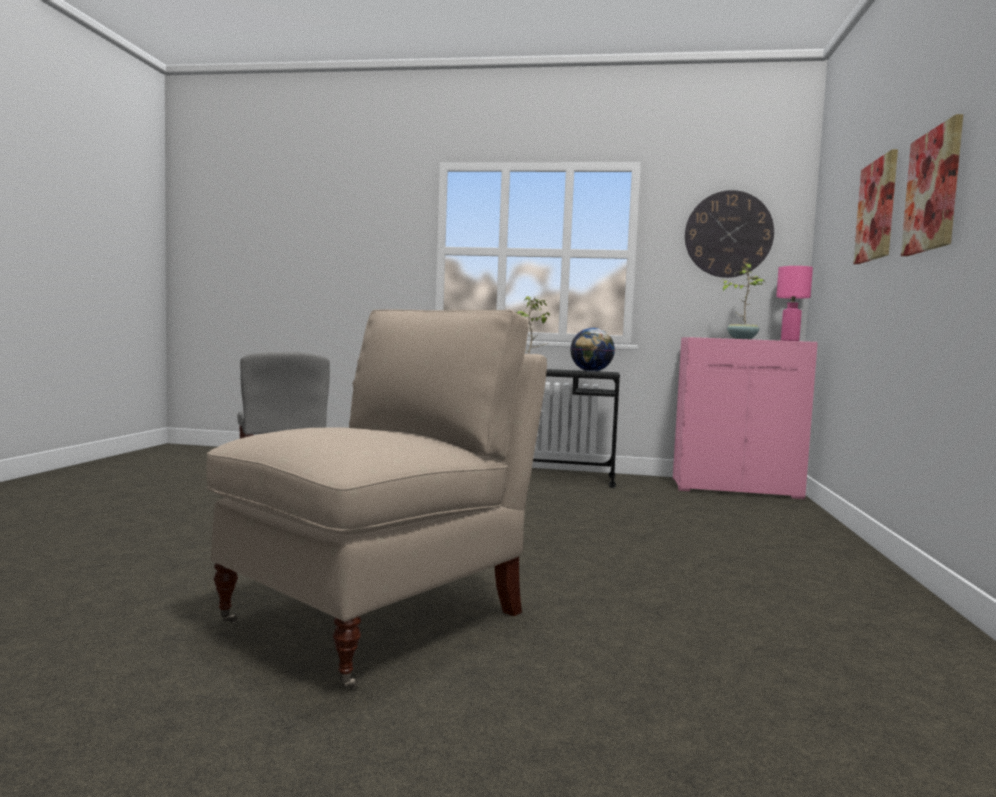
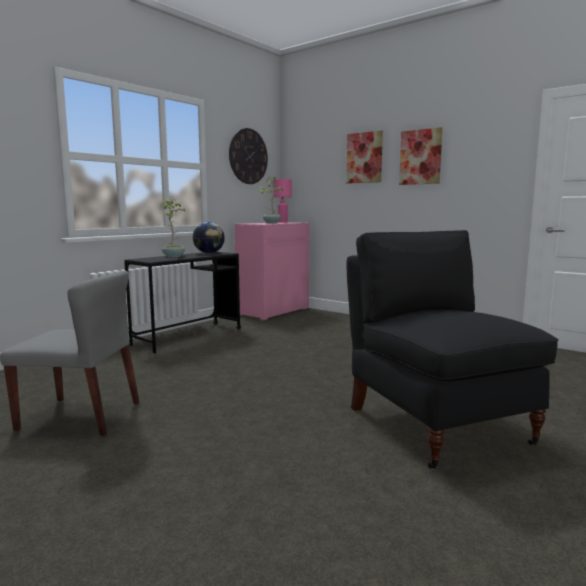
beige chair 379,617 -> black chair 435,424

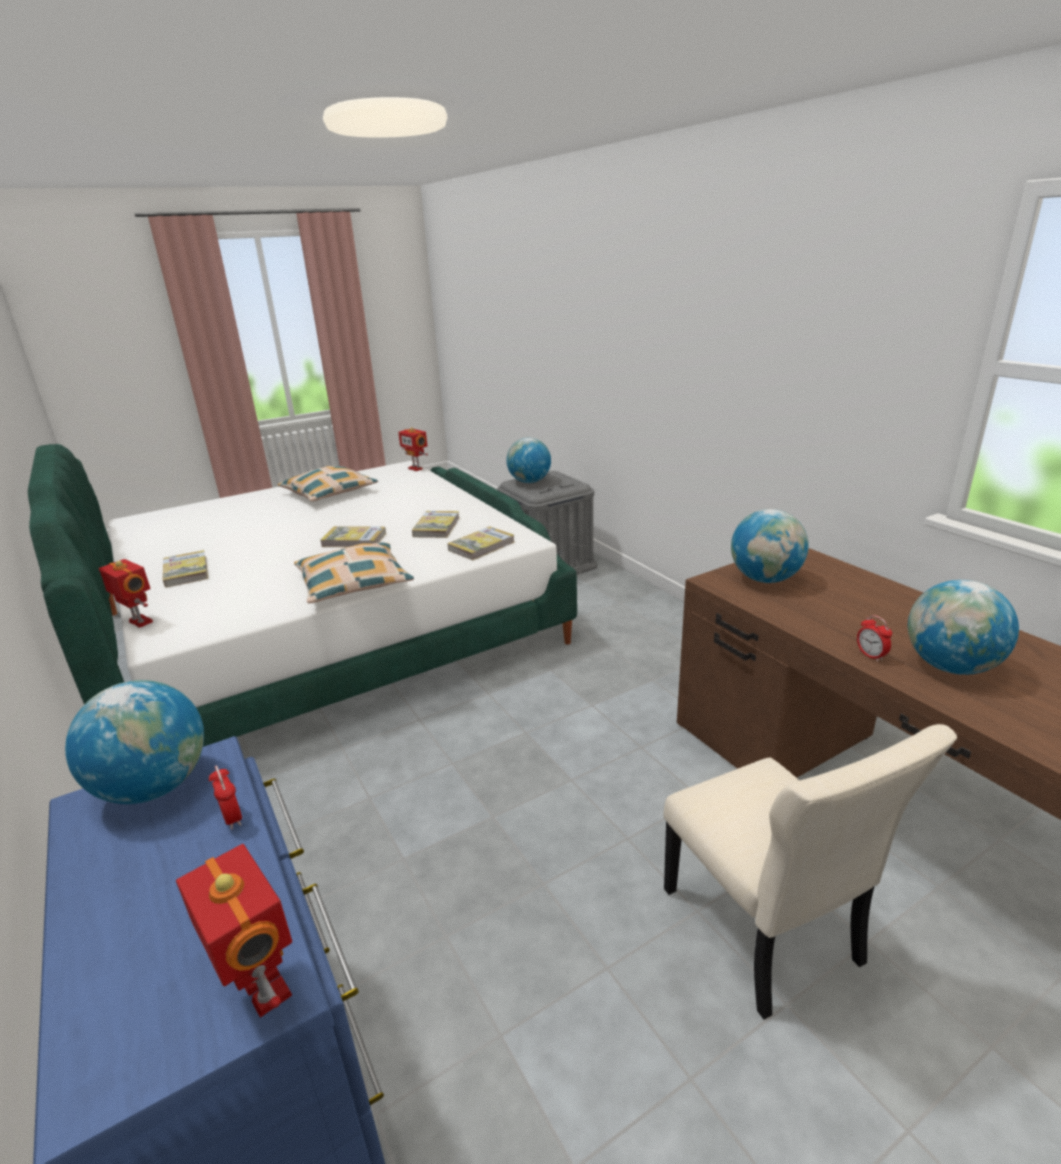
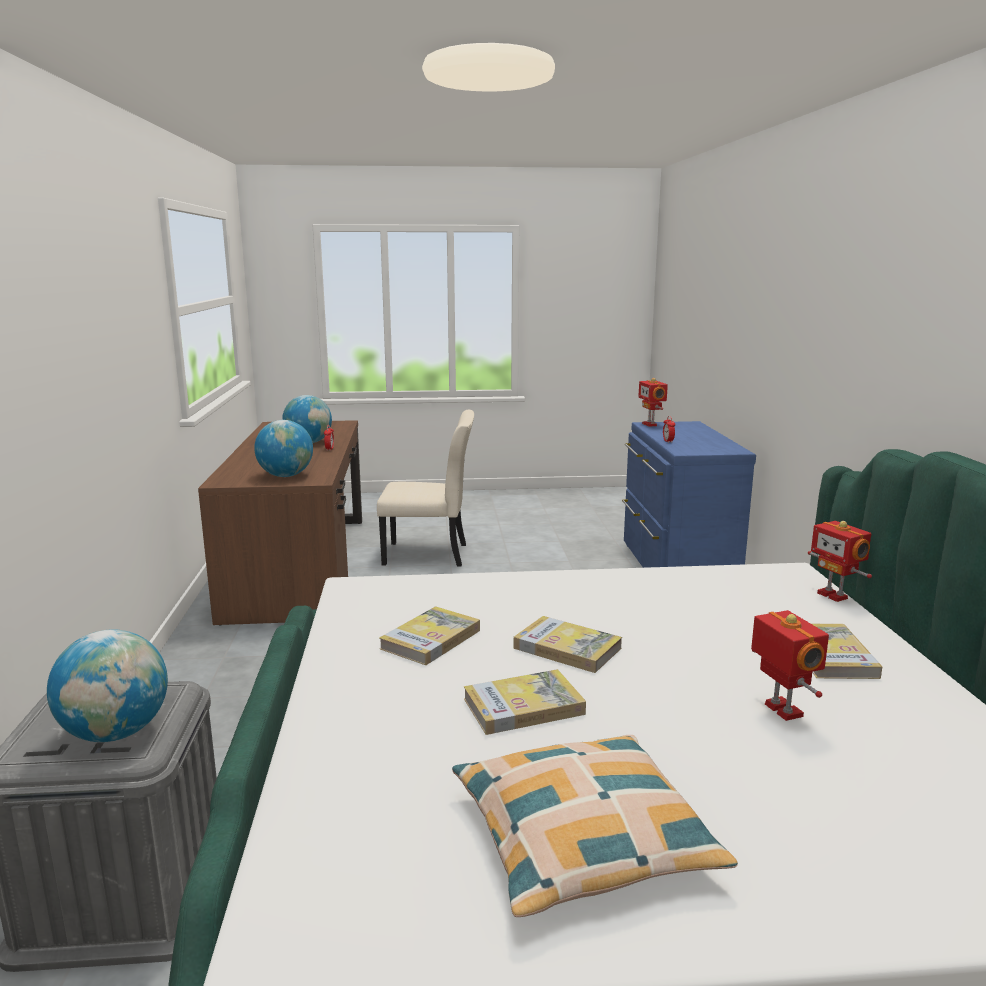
desk globe 154,787 -> none
pillow 354,583 -> none
model robot 416,468 -> model robot 781,710, relocated
bound book 481,546 -> bound book 523,706, relocated
beige chair 764,931 -> beige chair 429,555, 90 degrees clockwise

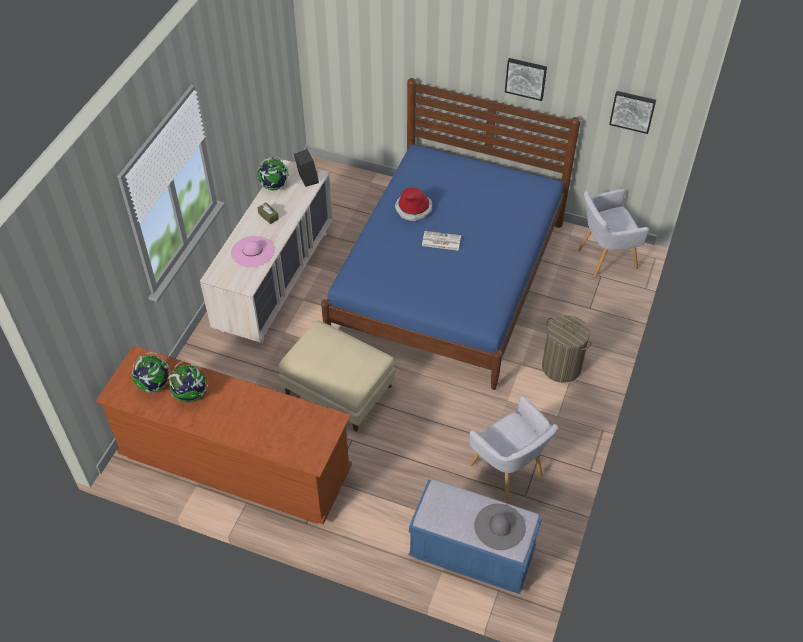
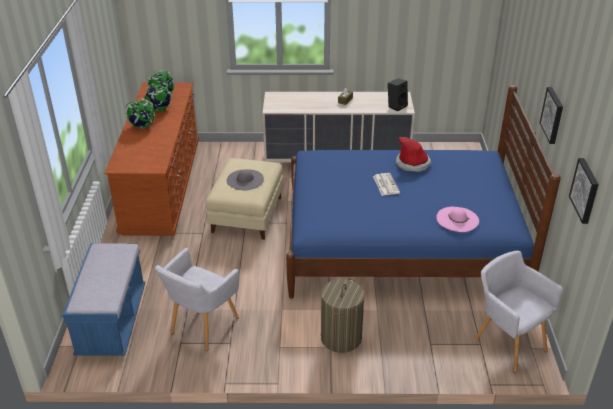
pink wearable hat 252,251 -> pink wearable hat 457,219, relocated
desk globe 274,186 -> desk globe 142,126, relocated
greyish wearable hat 499,526 -> greyish wearable hat 245,180, relocated

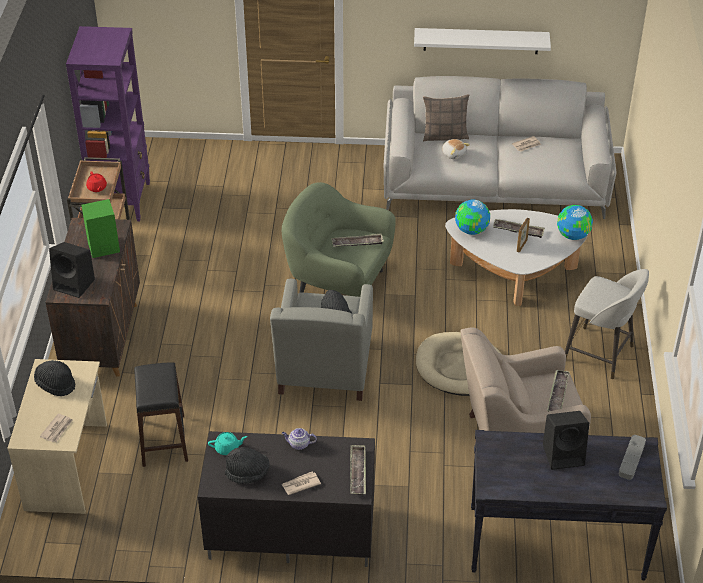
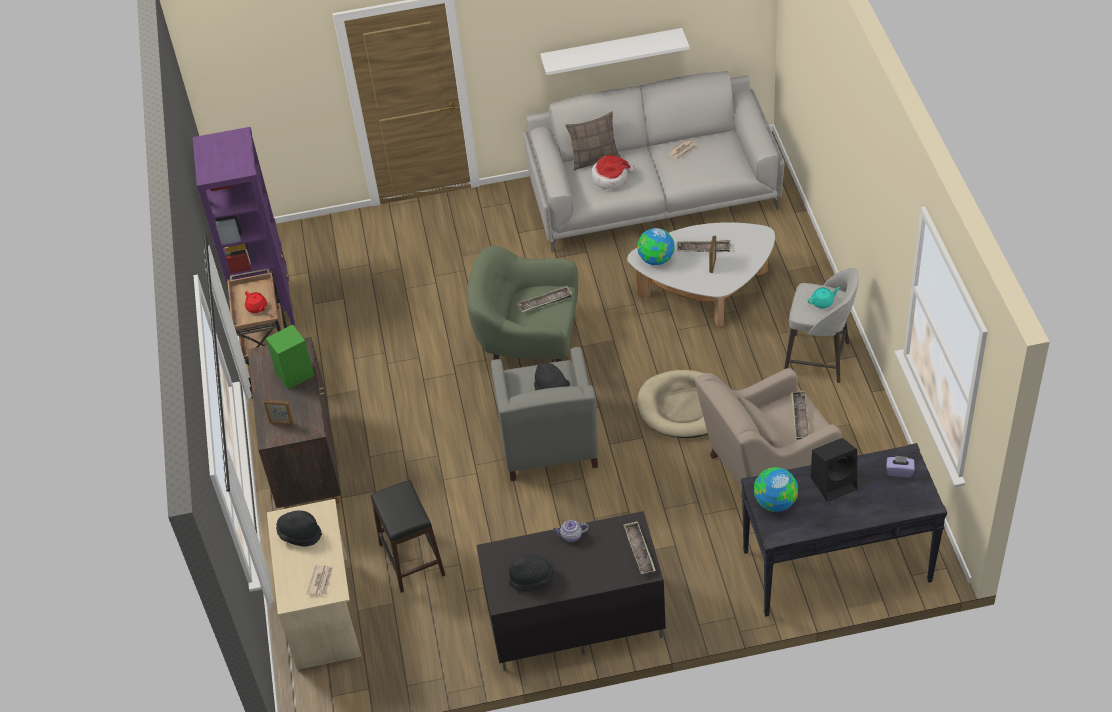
black audio speaker 75,284 -> photo frame 281,423
blue-green teapot 227,448 -> blue-green teapot 822,302, relocated
daily paper 300,484 -> none
cuddly toy 454,154 -> wearable hat 611,178
desk globe 572,235 -> desk globe 774,502, relocated
greyish tray 631,459 -> purplish tissue box 899,471

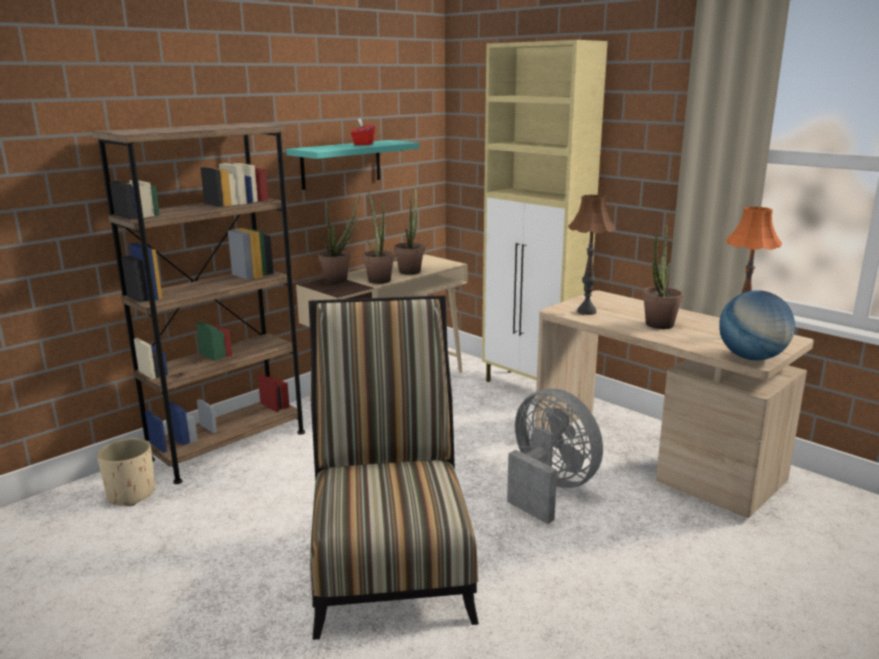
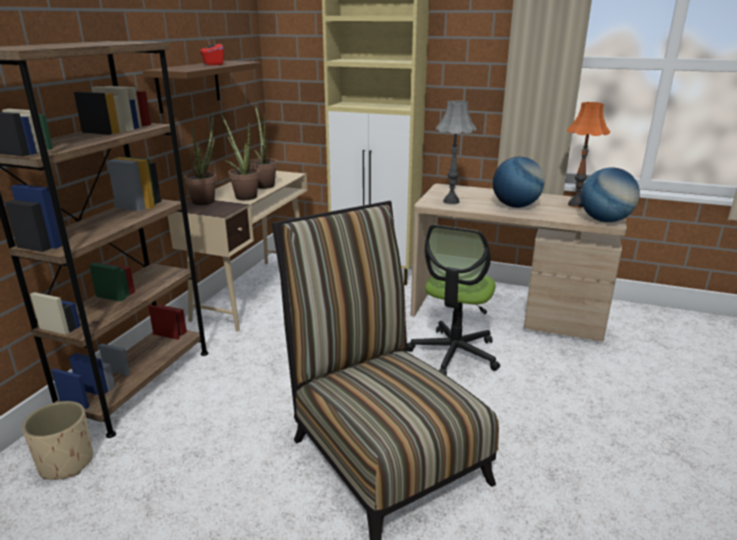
blue-green bracket shelf 341,164 -> brown bracket shelf 189,85
greyish cooling fan 549,489 -> office chair 454,353
brown lamp for a table 586,312 -> greyish lamp for a table 451,202
houseplant 657,326 -> desk globe 515,206

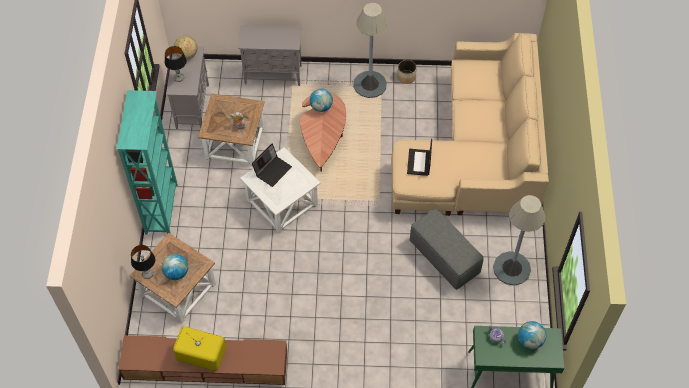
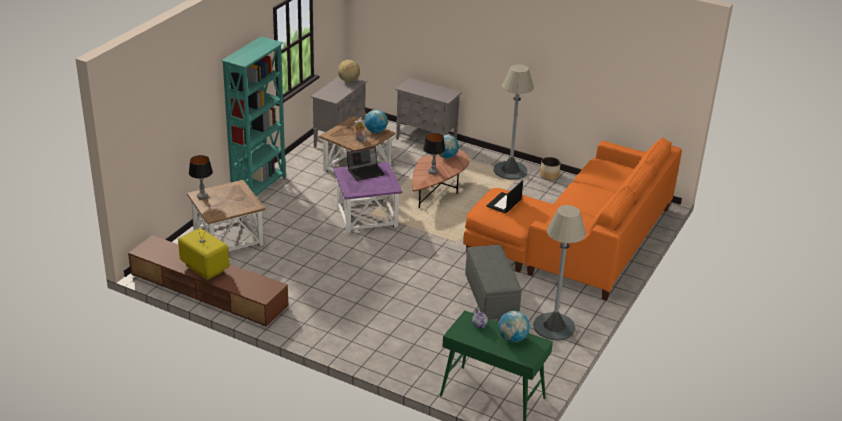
desk globe 176,273 -> desk globe 376,131, relocated
lamp for a table 179,78 -> lamp for a table 433,172, relocated
whitish accent table 282,202 -> purplish accent table 367,215
beige couch 476,153 -> orange-coloured couch 579,241

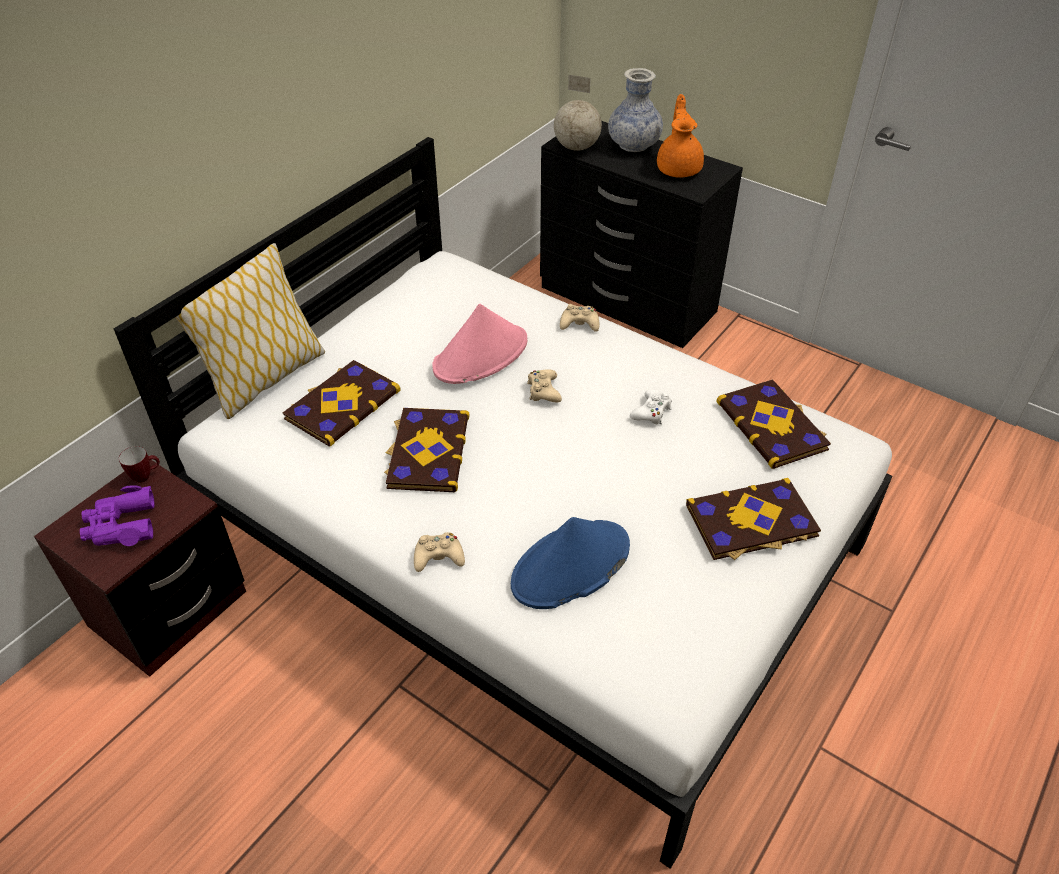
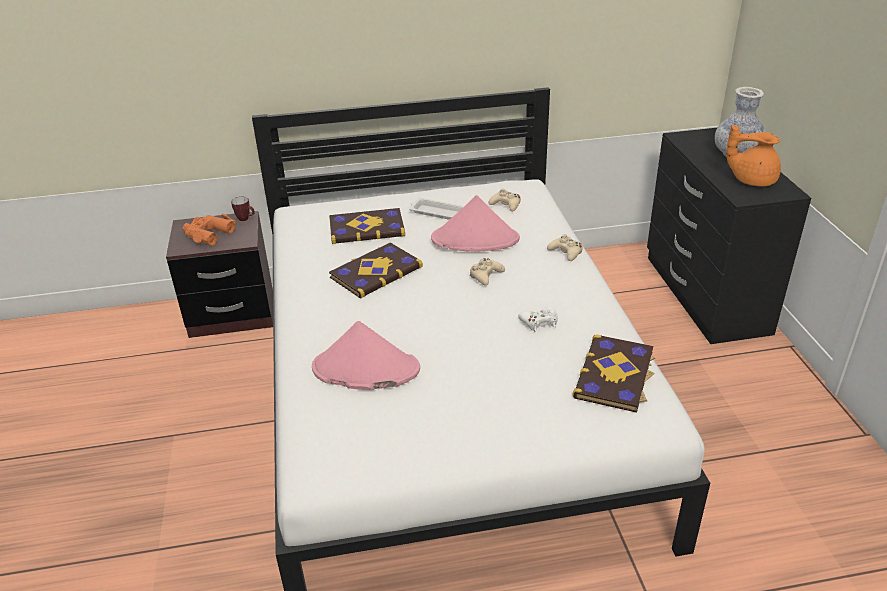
purplish binoculars 121,525 -> orange-coloured binoculars 208,234
pillow 264,378 -> none
beige gamepad 438,556 -> beige gamepad 506,205, relocated
blue wearable hat 570,565 -> pink wearable hat 365,369
desk globe 576,147 -> none
orange-coloured teapot 679,168 -> orange-coloured teapot 751,180, 120 degrees counterclockwise
bound book 751,522 -> none
none -> whitish tray 438,213

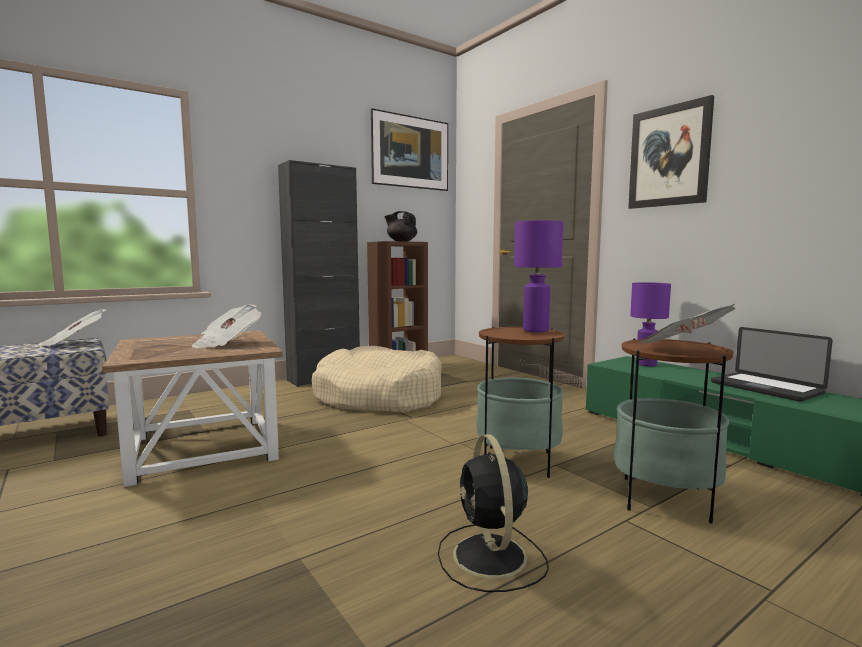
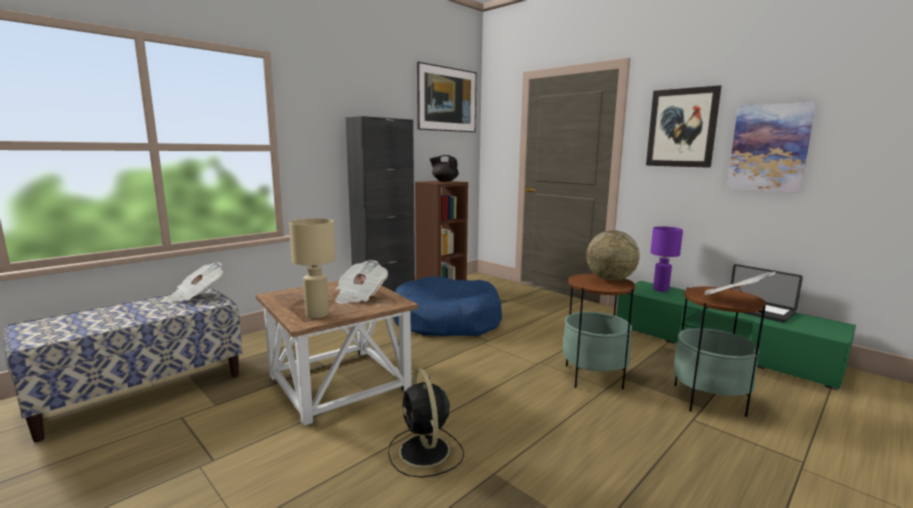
beige dog cushion 379,397 -> blue dog cushion 446,321
black cooling fan 490,558 -> black cooling fan 425,452, relocated
purplish lamp for a table 535,330 -> desk globe 610,279
none -> beige lamp for a table 318,314
none -> wall picture 769,148

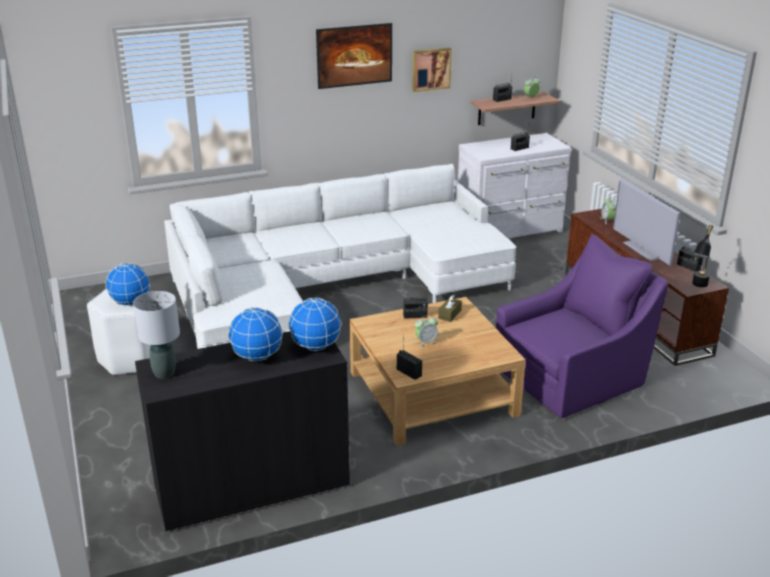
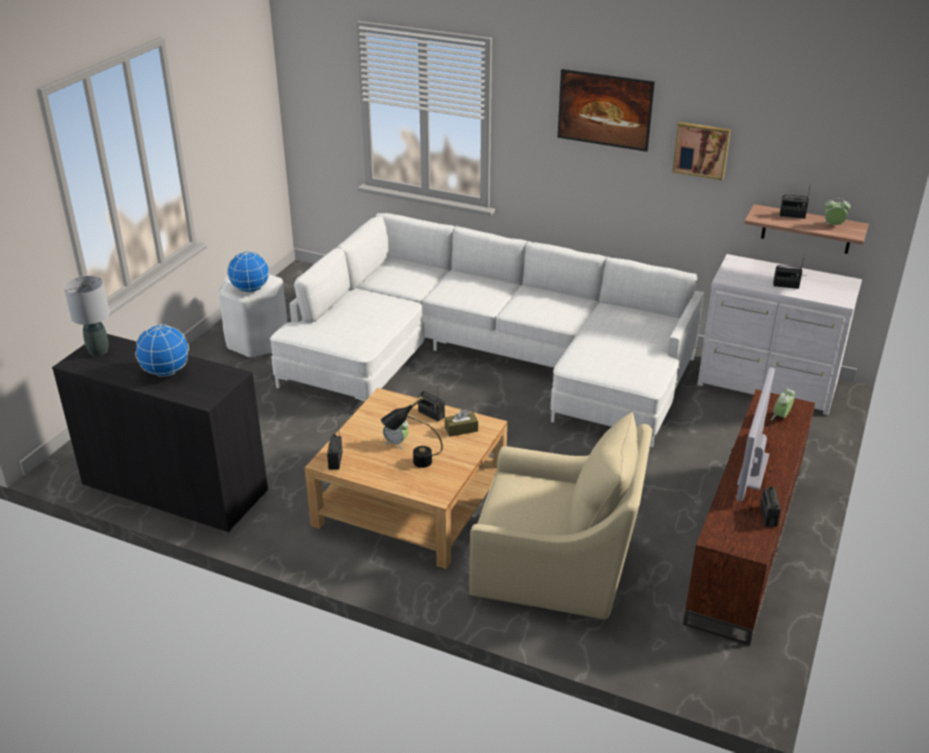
desk globe 316,346 -> none
purplish armchair 573,376 -> beige armchair 557,566
black lamp for a table 698,286 -> black lamp for a table 413,463, relocated

